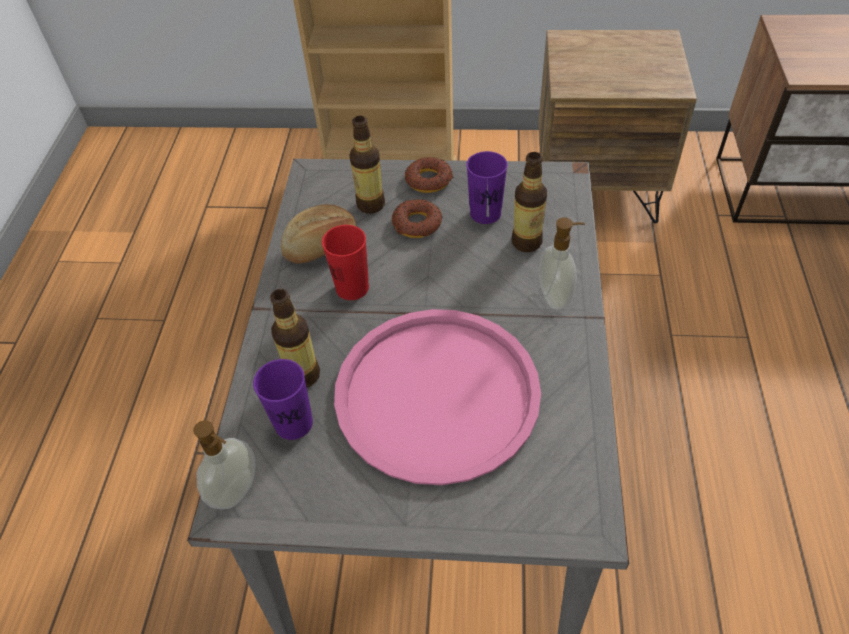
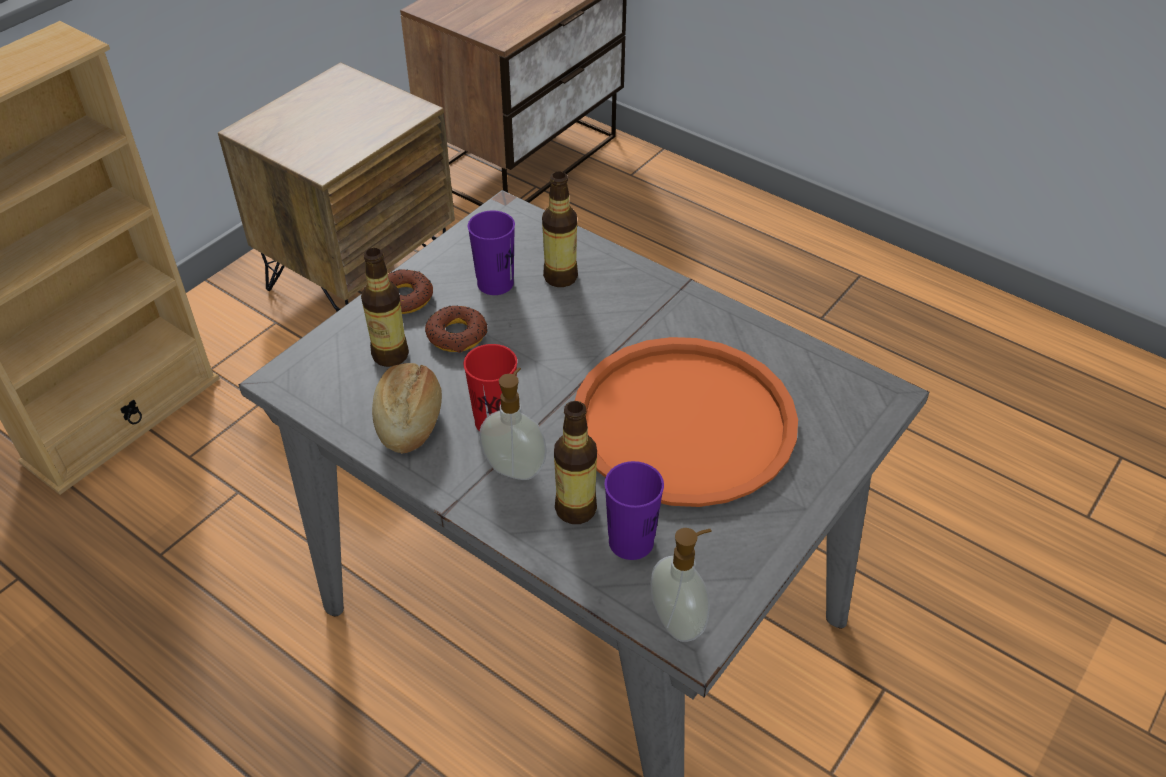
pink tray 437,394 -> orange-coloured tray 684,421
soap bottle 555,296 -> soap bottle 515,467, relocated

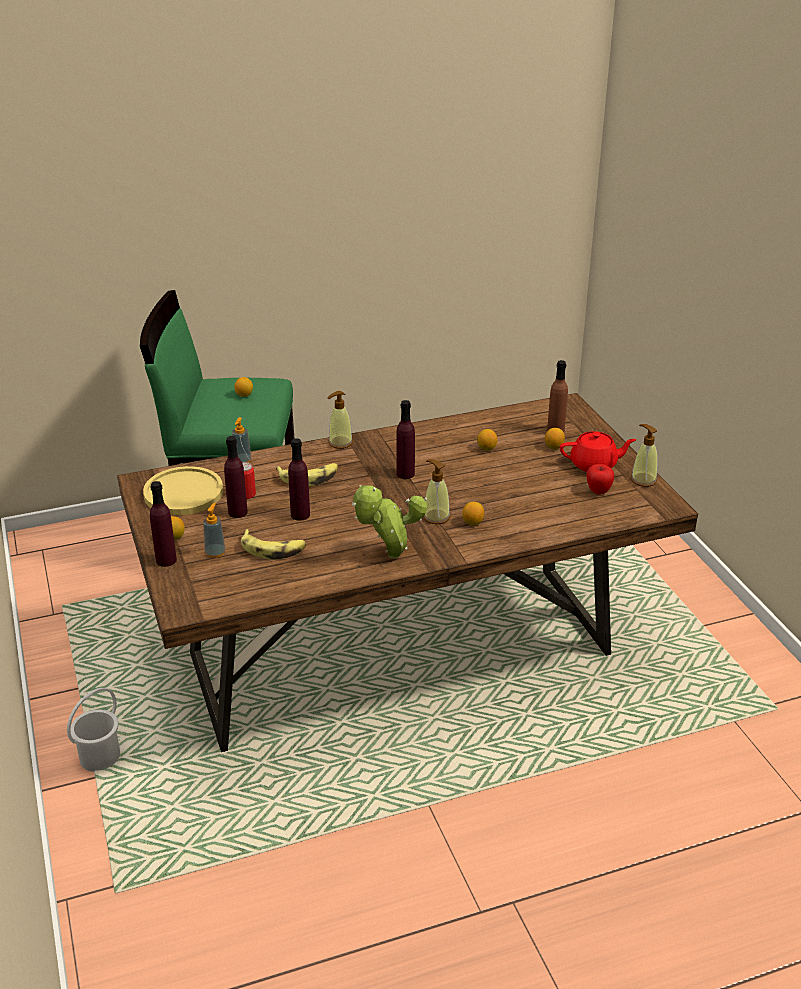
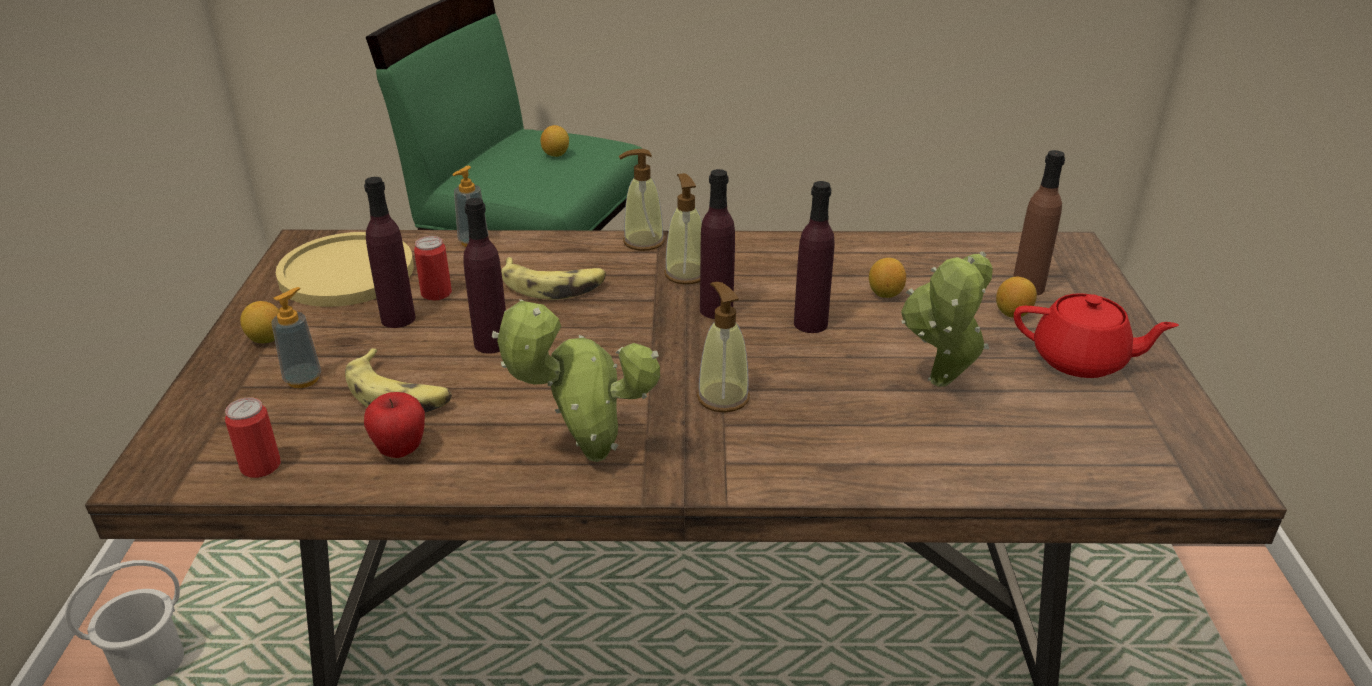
purplish bottle 166,560 -> purplish bottle 810,323, relocated
lemon 472,522 -> none
apple 598,491 -> apple 401,450, relocated
soap bottle 643,480 -> soap bottle 686,274, relocated
none -> can 260,466
none -> houseplant 940,386

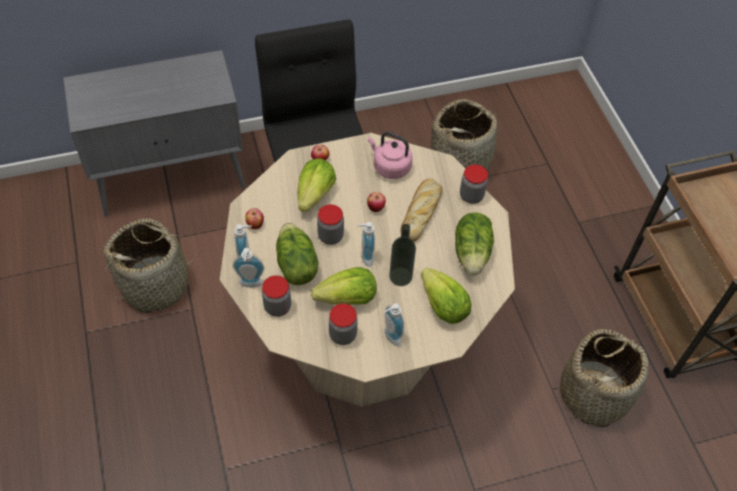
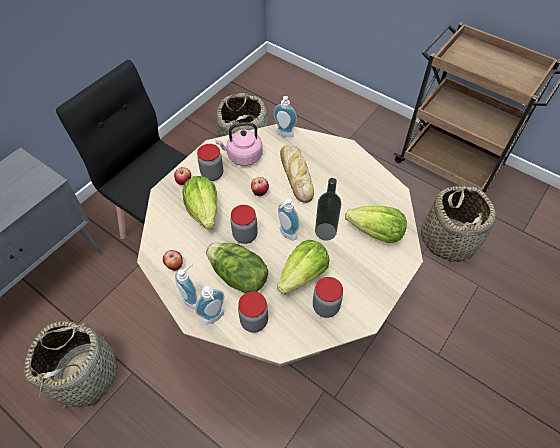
soap bottle 390,338 -> soap bottle 284,135, relocated
lettuce head 472,253 -> none
jar 471,196 -> jar 212,174, relocated

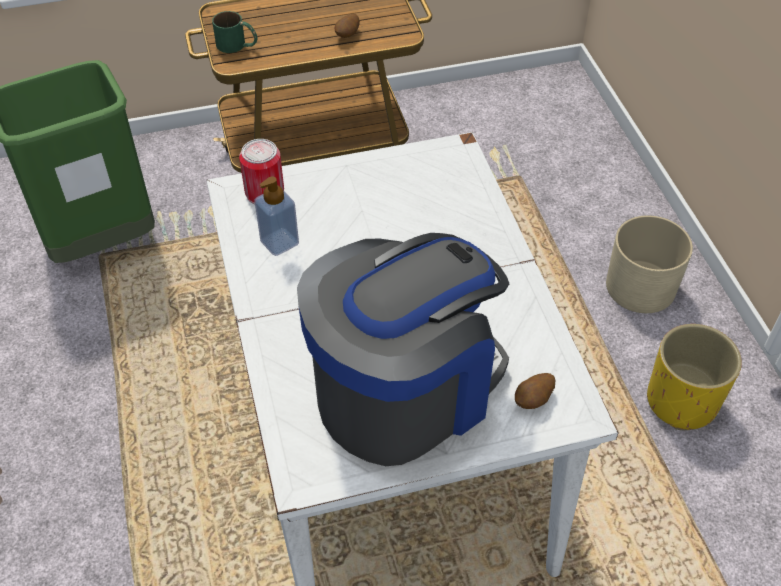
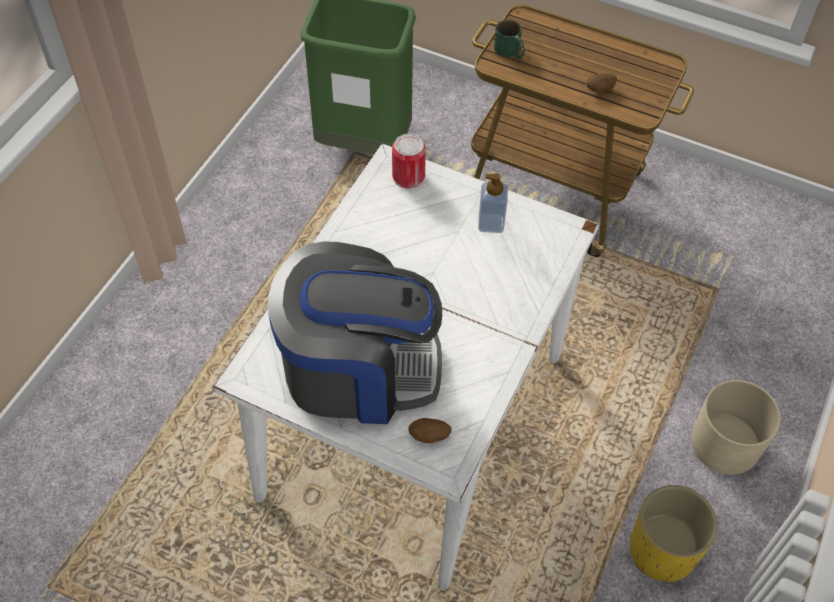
soap bottle 279,242 -> soap bottle 491,223, relocated

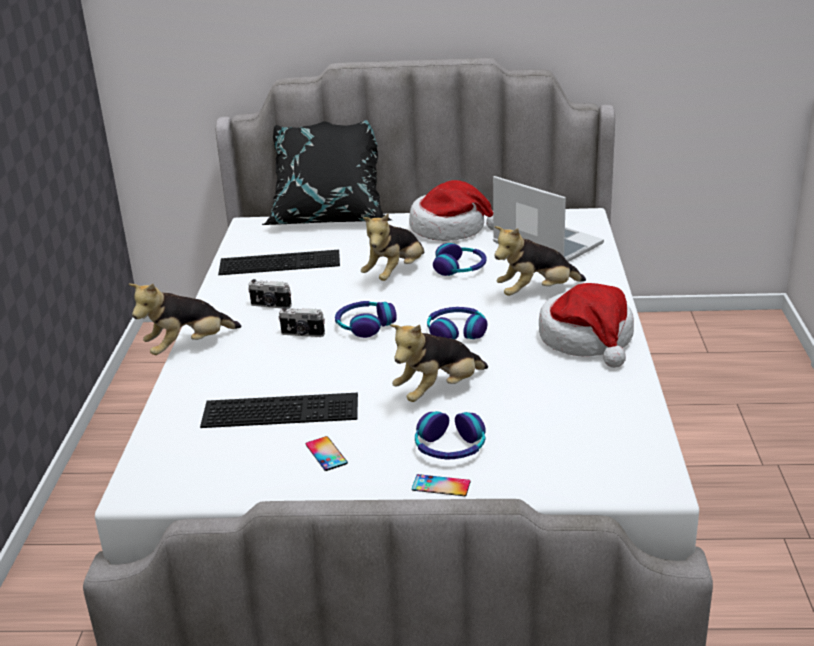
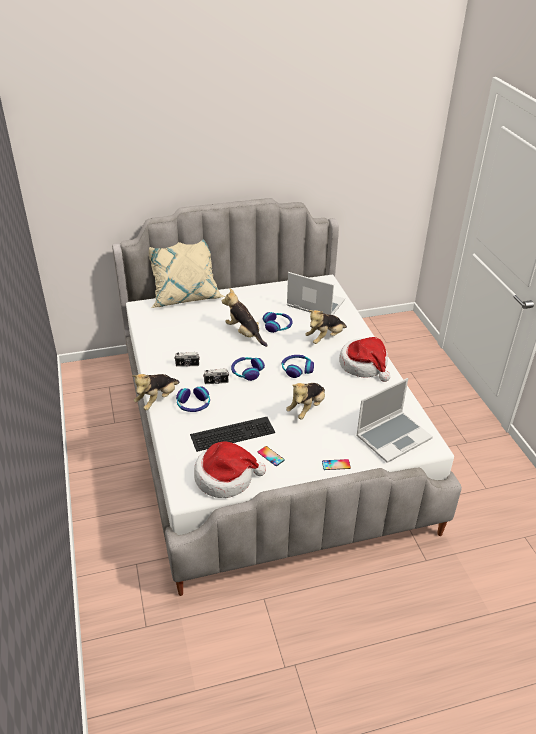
PC keyboard 281,261 -> none
black pillow 330,216 -> beige pillow 185,295
cuddly toy 395,273 -> cuddly toy 244,334, 120 degrees clockwise
wearable hat 450,229 -> wearable hat 225,477, relocated
headset 450,447 -> headset 193,404, relocated
none -> notebook computer 393,437

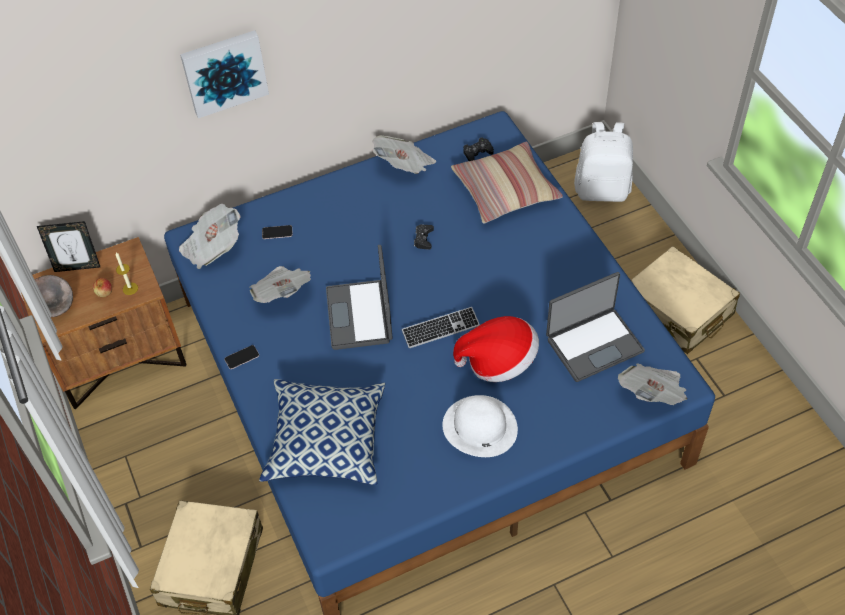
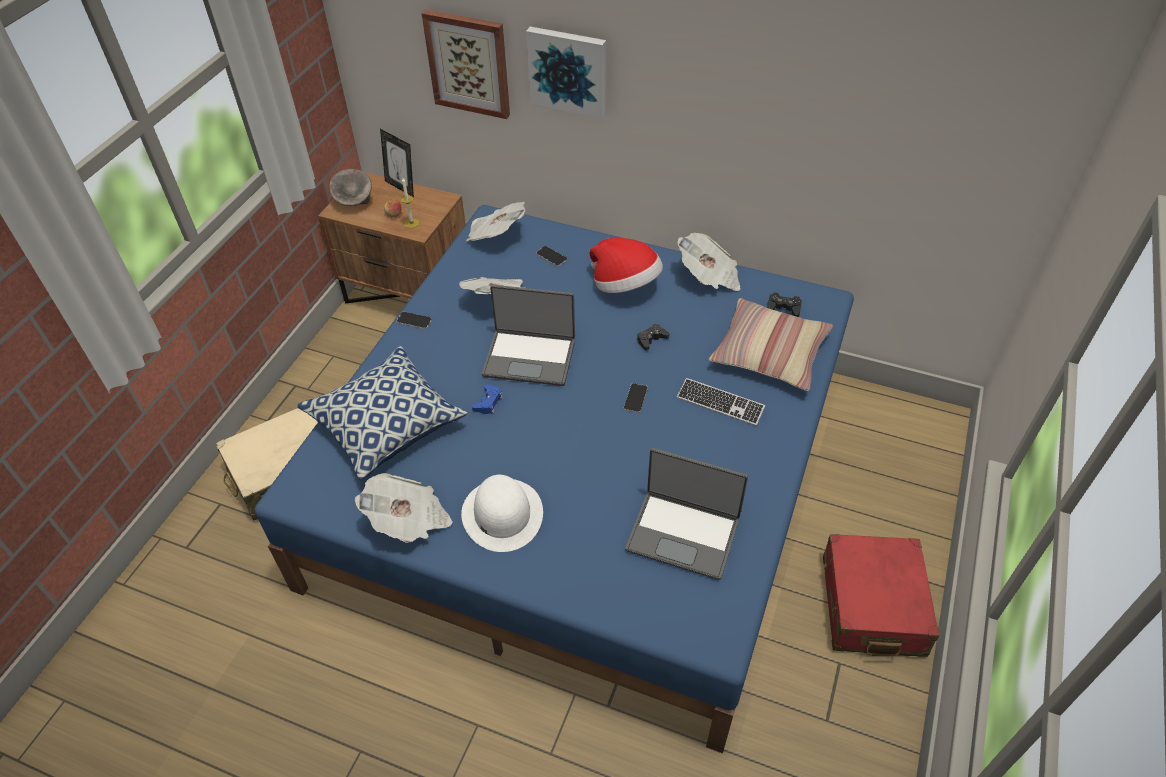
notebook computer 361,315 -> notebook computer 530,357, 120 degrees counterclockwise
PC keyboard 440,329 -> PC keyboard 720,403, relocated
wearable hat 498,361 -> wearable hat 625,285, relocated
whitish backpack 602,189 -> none
daily paper 652,393 -> daily paper 409,520, relocated
beige travel case 677,310 -> reddish travel case 872,606
none -> wall picture 469,63
none -> blue gamepad 488,402
none -> phone 635,398

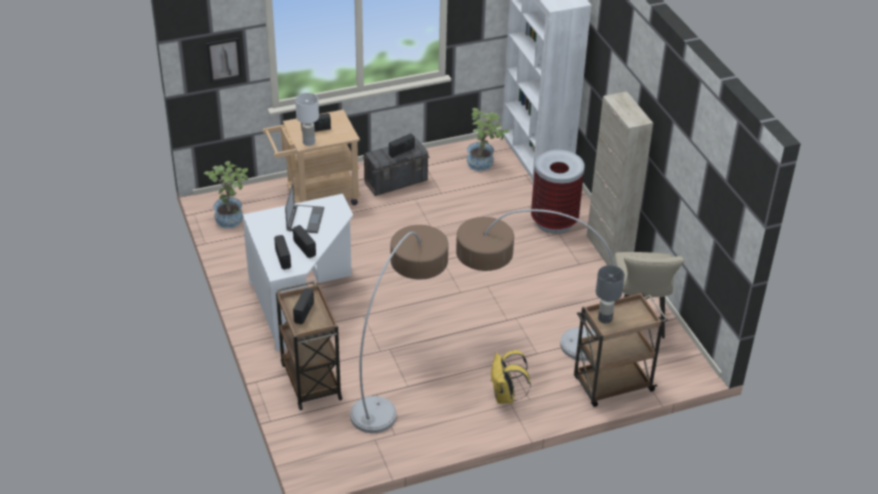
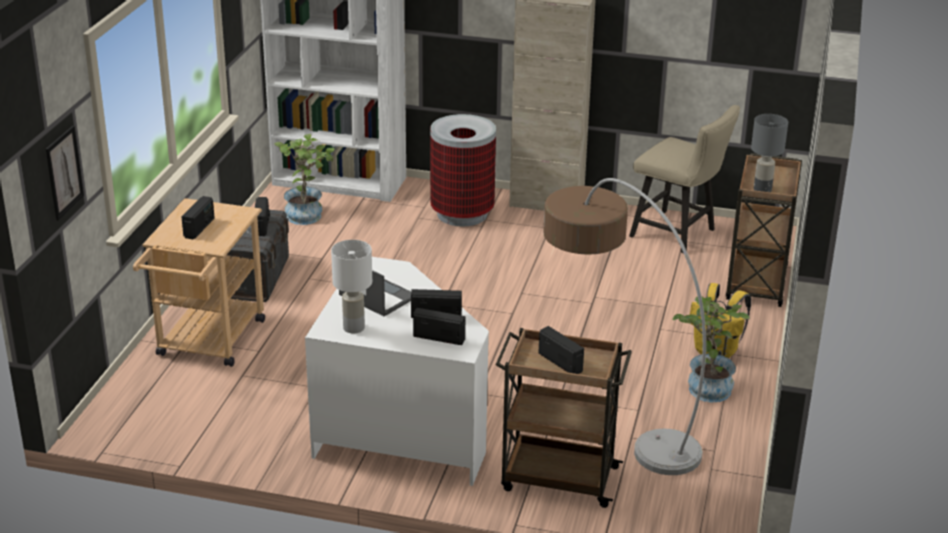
houseplant 231,217 -> houseplant 705,386, relocated
whitish lamp for a table 309,142 -> whitish lamp for a table 354,327, relocated
standing lamp 521,341 -> none

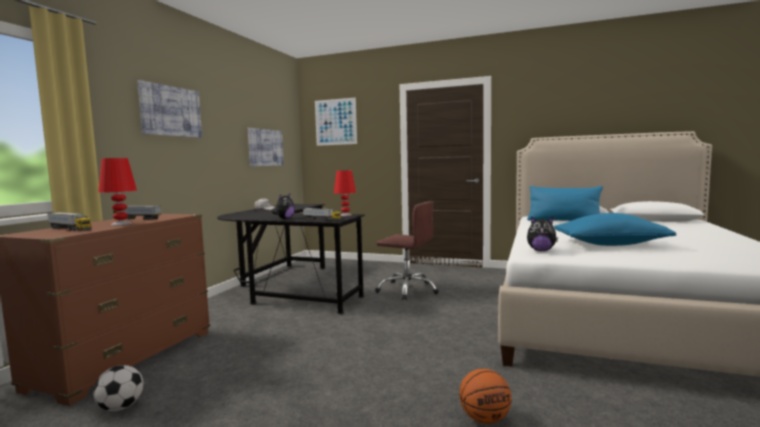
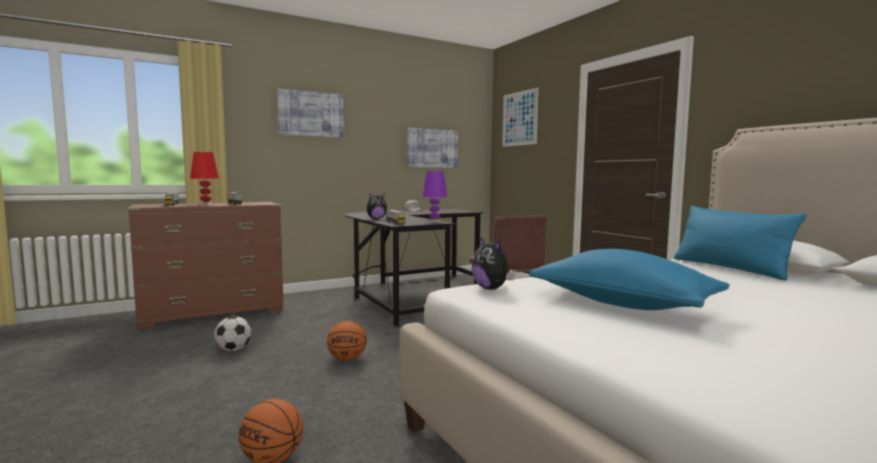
ball for football 121,407 -> ball for football 233,350, relocated
reddish lamp for a table 345,215 -> purplish lamp for a table 434,222
none -> ball for basketball 347,359

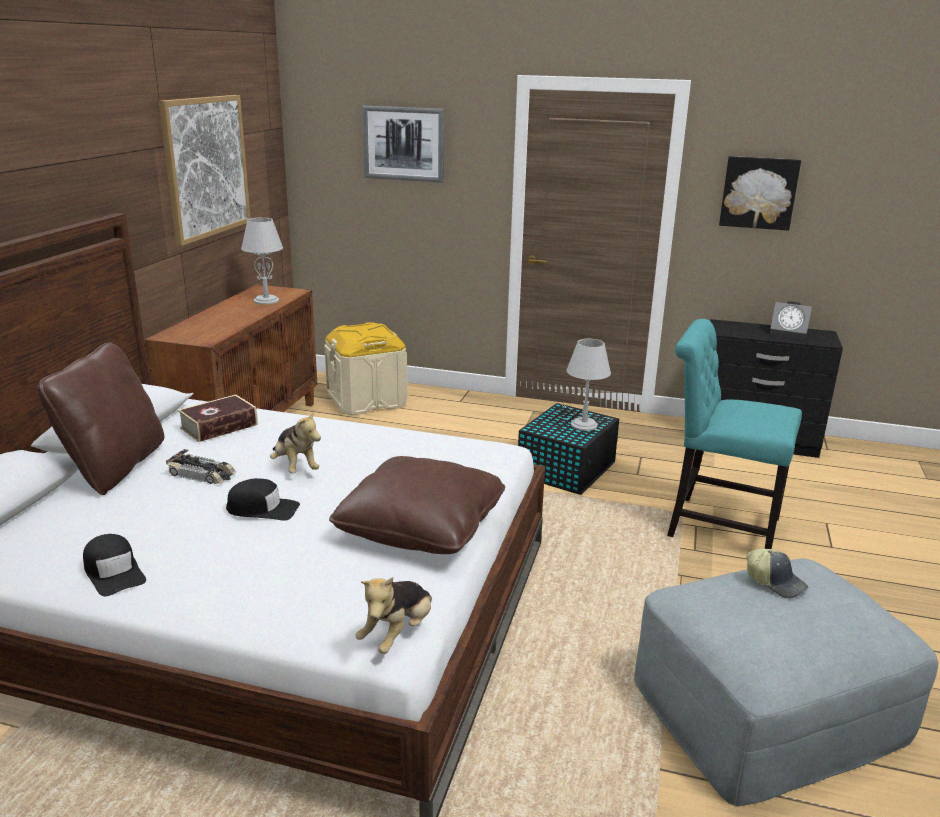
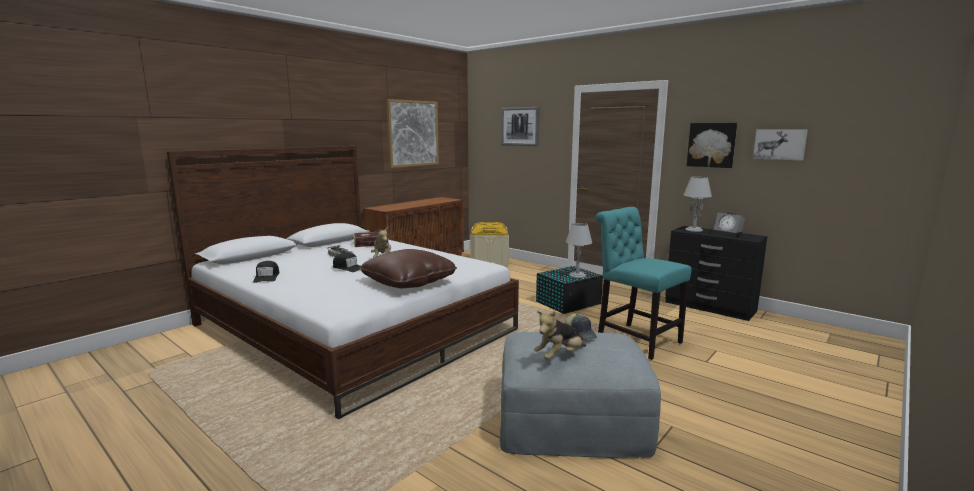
brown pillow 114,467 -> none
greyish lamp for a table 266,301 -> greyish lamp for a table 693,230, relocated
cuddly toy 398,634 -> cuddly toy 560,356, relocated
none -> wall picture 779,144

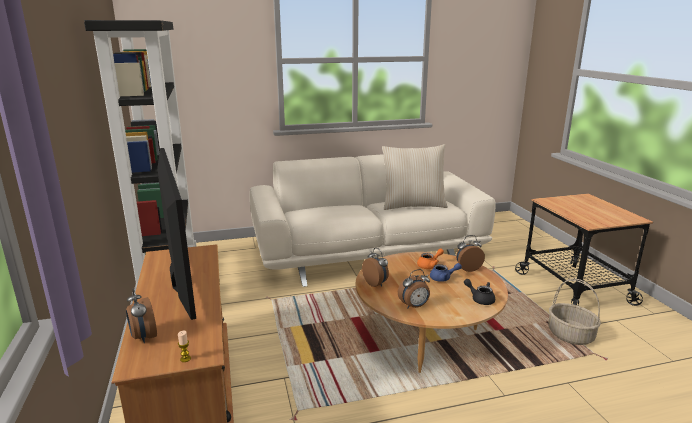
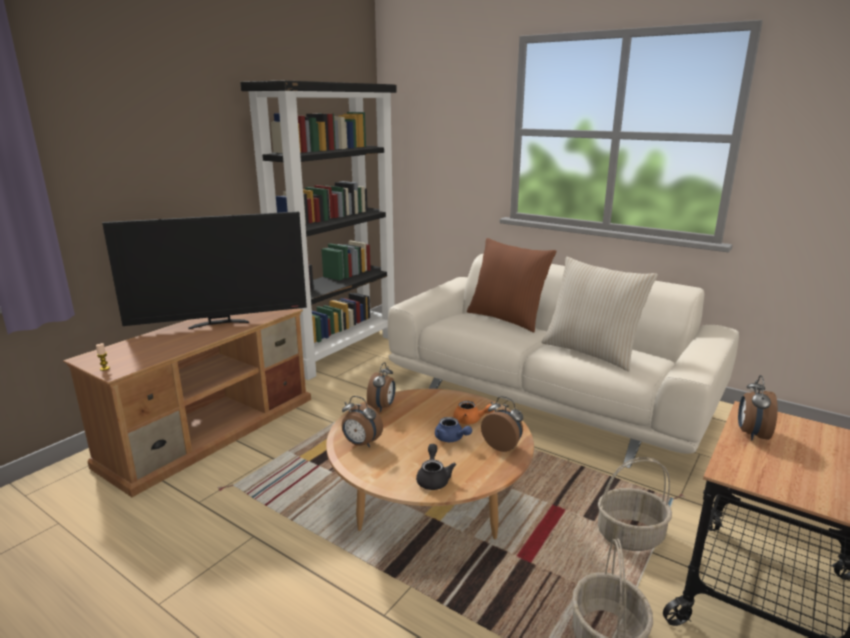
alarm clock 143,337 -> alarm clock 751,434, relocated
TV 179,281 -> TV 219,323, 45 degrees clockwise
none -> brown pillow 507,318
none -> basket 630,535

